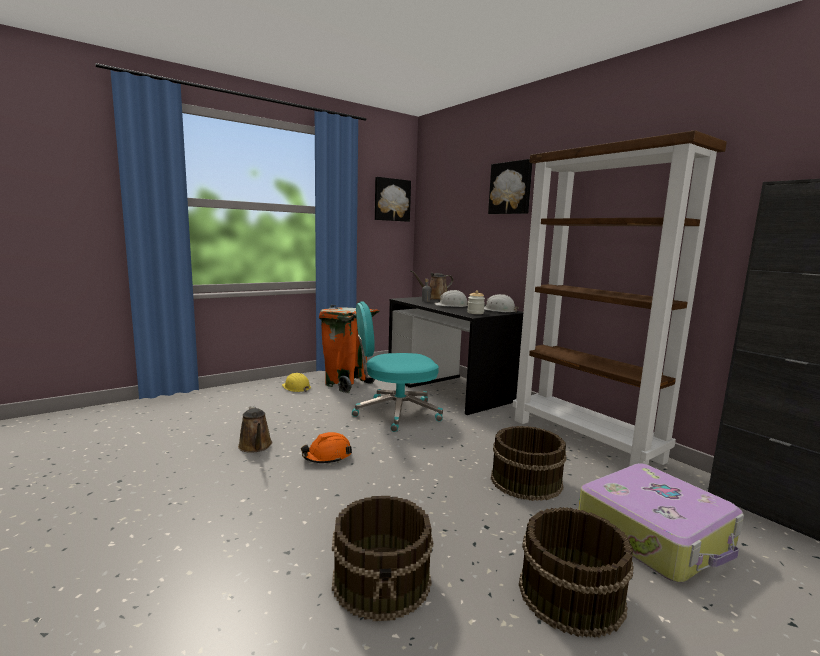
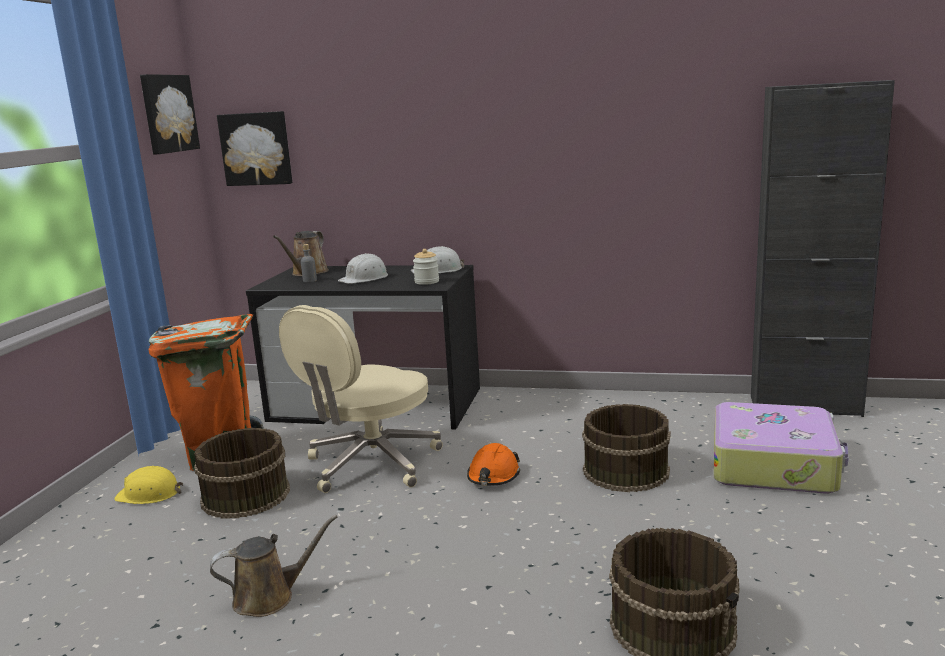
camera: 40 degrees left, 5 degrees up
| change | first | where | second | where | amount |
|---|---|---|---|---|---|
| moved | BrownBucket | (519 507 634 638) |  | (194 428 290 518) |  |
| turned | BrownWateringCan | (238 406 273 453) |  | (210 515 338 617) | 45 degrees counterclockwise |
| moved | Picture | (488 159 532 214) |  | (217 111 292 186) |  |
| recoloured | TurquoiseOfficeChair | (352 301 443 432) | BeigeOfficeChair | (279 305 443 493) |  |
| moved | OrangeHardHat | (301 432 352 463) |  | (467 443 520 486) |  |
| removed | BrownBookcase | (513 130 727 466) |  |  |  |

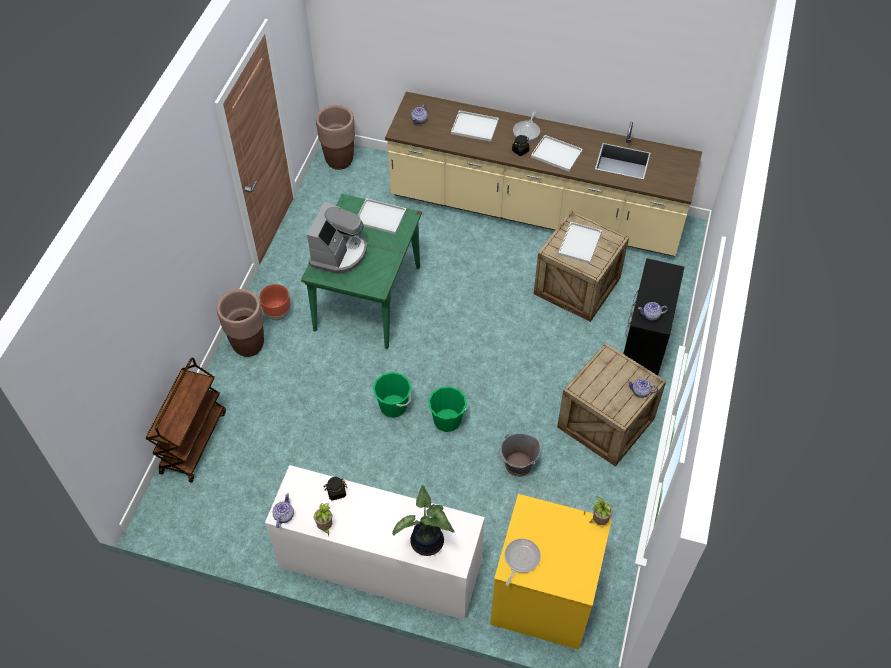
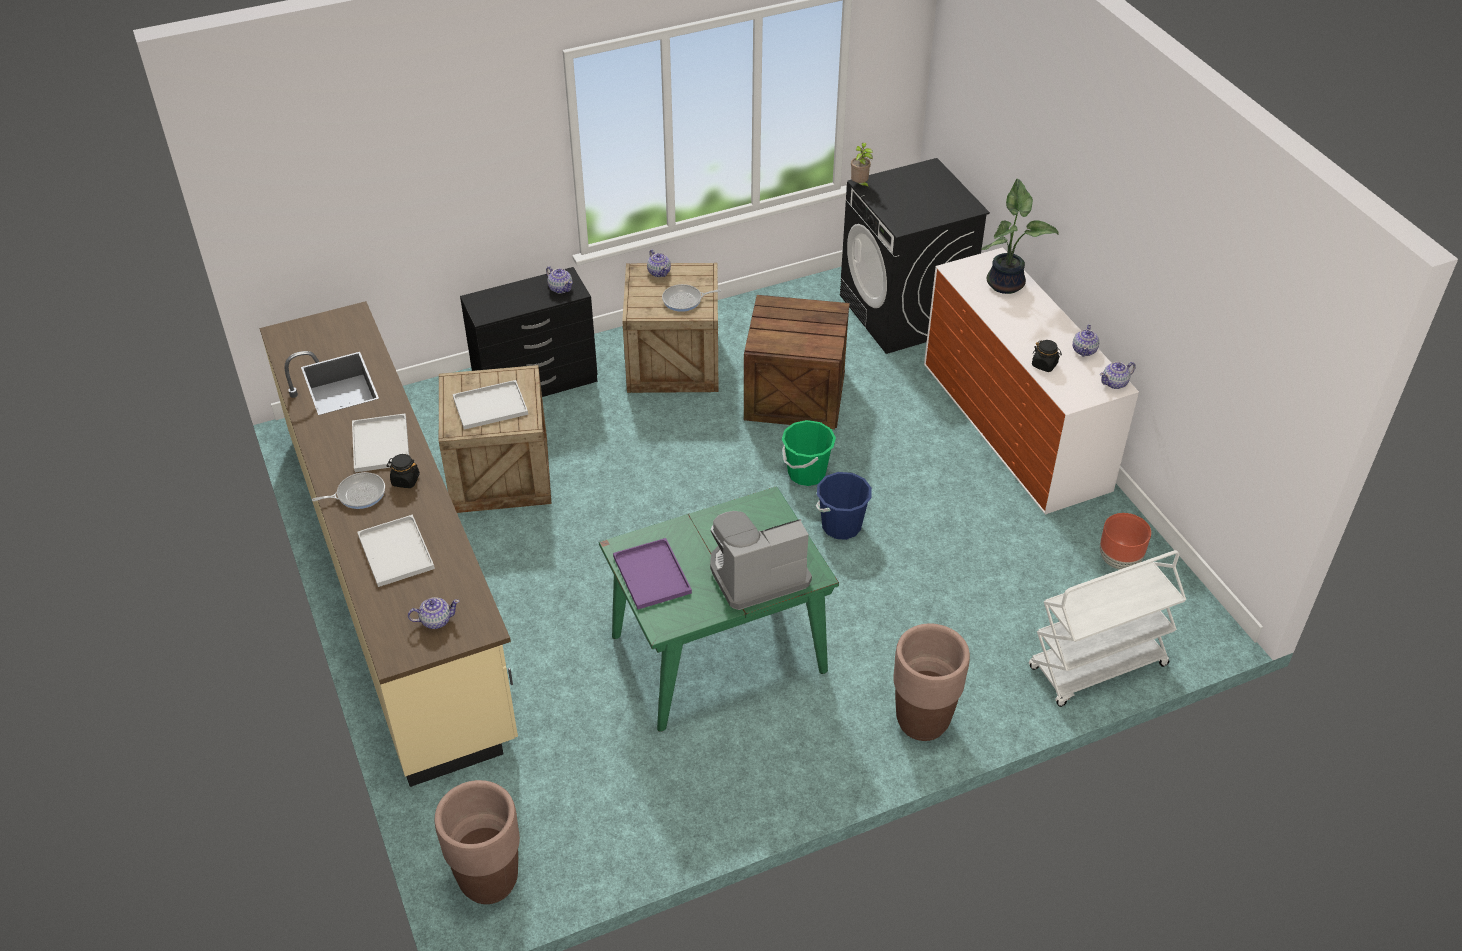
camera: 130 degrees left, 10 degrees down
| change | first | where | second | where | amount |
|---|---|---|---|---|---|
| recoloured | WhiteTray | (358 198 407 234) | PurpleTray | (613 538 692 610) |  |
| moved | FryingPan | (505 539 541 586) |  | (662 284 721 312) |  |
| replaced | GreyBucket | (500 433 540 477) | Crate | (744 295 850 429) |  |
| recoloured | GreenBucket | (373 372 412 418) | BlueBucket | (816 472 872 540) |  |
| recoloured | YellowWashingMachine | (490 494 612 650) | BlackWashingMachine | (840 158 990 354) |  |
| recoloured | BrownCart | (145 357 226 483) | WhiteCart | (1029 550 1186 707) |  |
| replaced | PottedPlant | (313 503 333 537) | Teapot | (1073 324 1099 356) |  |
| moved | BrownPlanter | (259 284 291 320) |  | (1100 513 1151 569) |  |

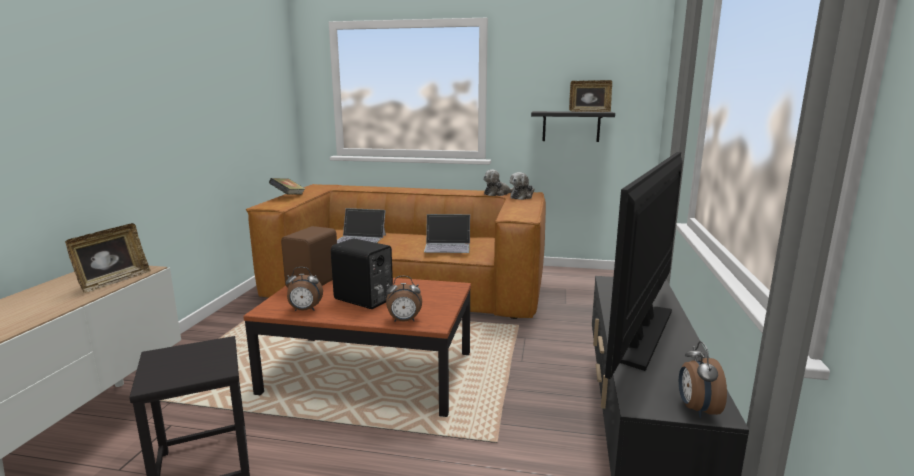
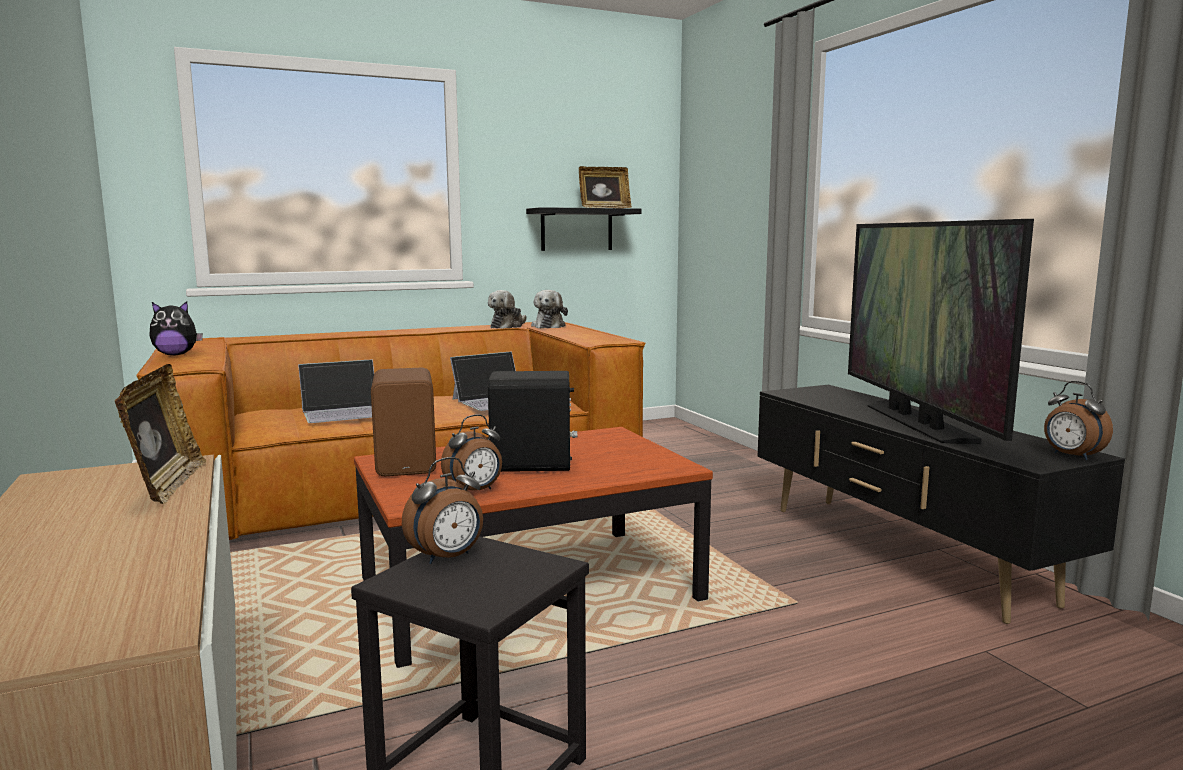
camera: 35 degrees left, 5 degrees down
| change | first | where | second | where | amount |
|---|---|---|---|---|---|
| replaced | Book | (269 178 305 195) | PlushToy | (149 301 203 356) |  |
| moved | AlarmClock | (386 276 422 322) |  | (402 457 483 564) |  |

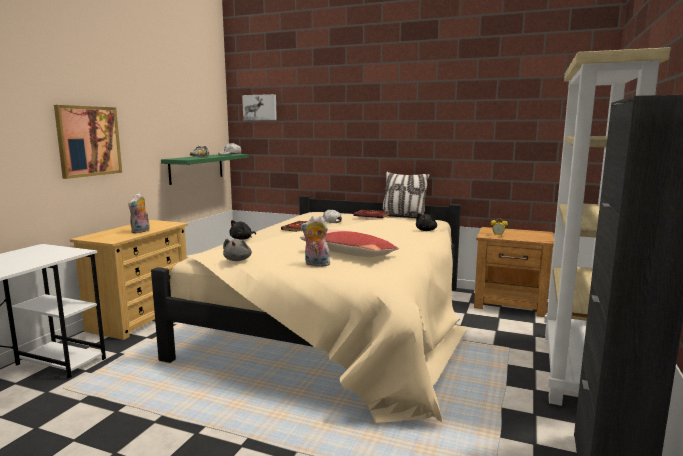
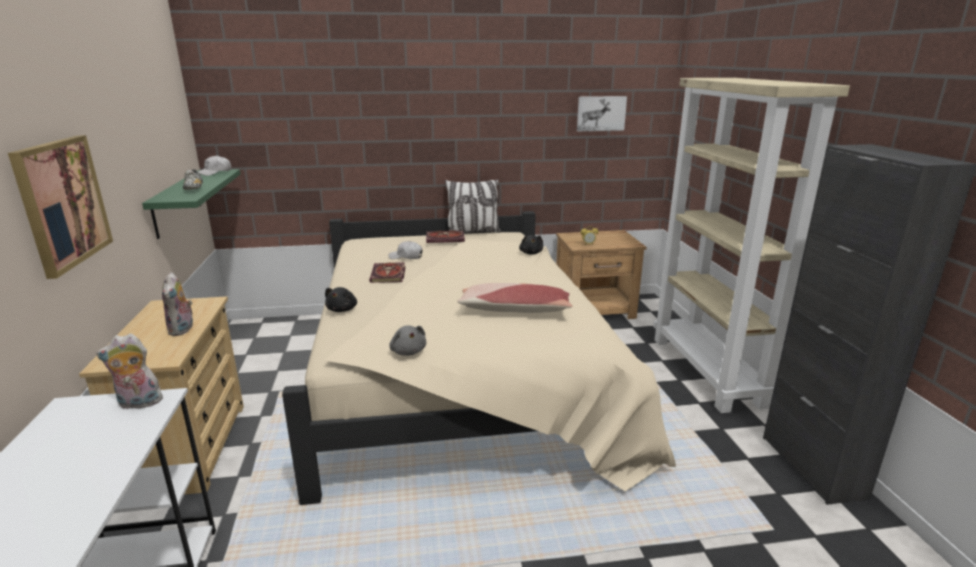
camera: 30 degrees left, 10 degrees up
| change | first | where | second | where | amount |
|---|---|---|---|---|---|
| moved | PlushToy | (301 216 330 267) |  | (96 333 165 409) |  |
| moved | Picture | (242 94 277 120) |  | (577 96 627 131) |  |

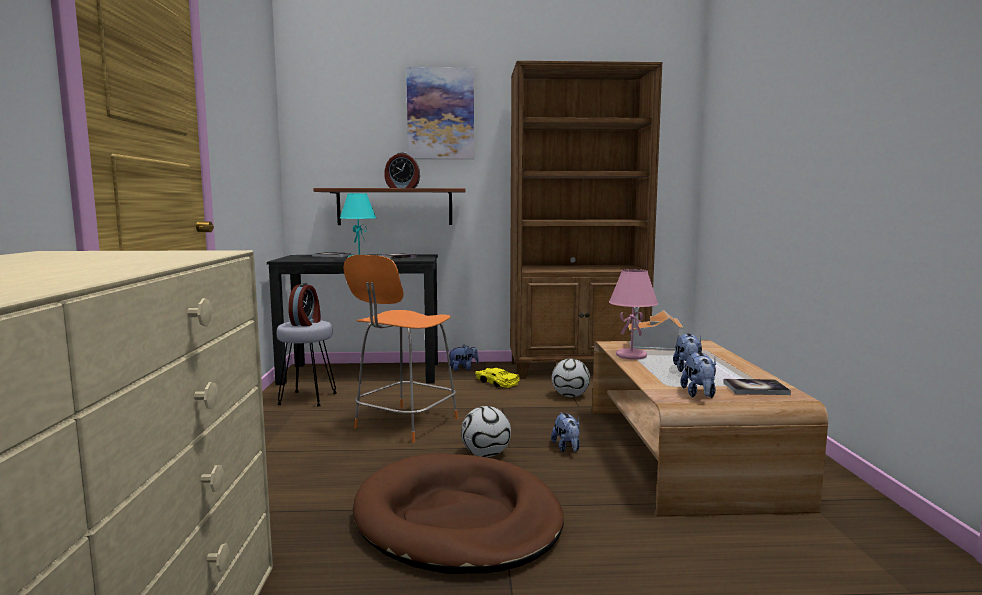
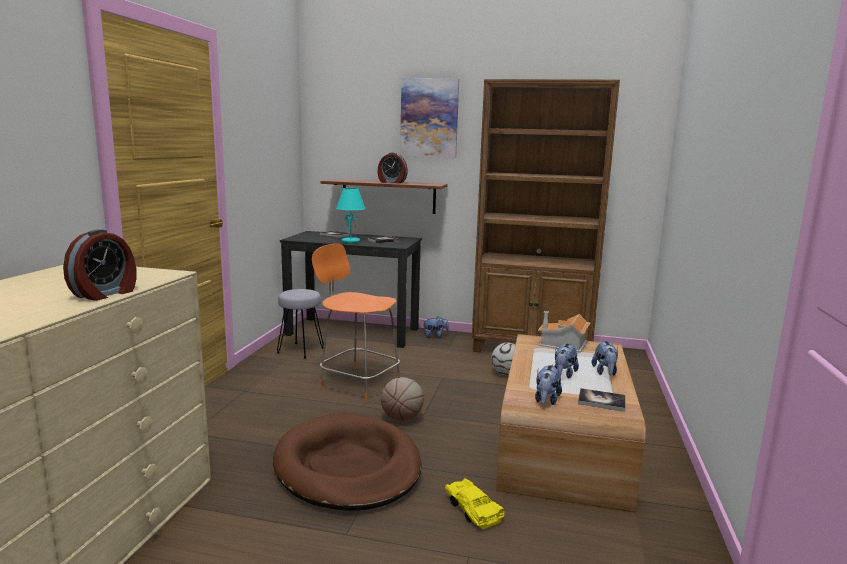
camera: 15 degrees right, 5 degrees up
| change | first | where | second | where | amount |
|---|---|---|---|---|---|
| moved | AlarmClock | (288 283 320 326) |  | (63 229 137 301) |  |
| turned | OrangeChair | (343 255 458 443) |  | (312 244 400 401) | 75 degrees clockwise |
| replaced | Football | (461 406 511 457) | Basketball | (381 377 424 421) |  |
| moved | YellowToyCar | (475 368 519 388) |  | (445 478 505 529) |  |
| moved | PlushToy | (551 412 580 452) |  | (592 341 618 376) |  |
| removed | PinkTableLamp | (609 269 658 360) |  |  |  |

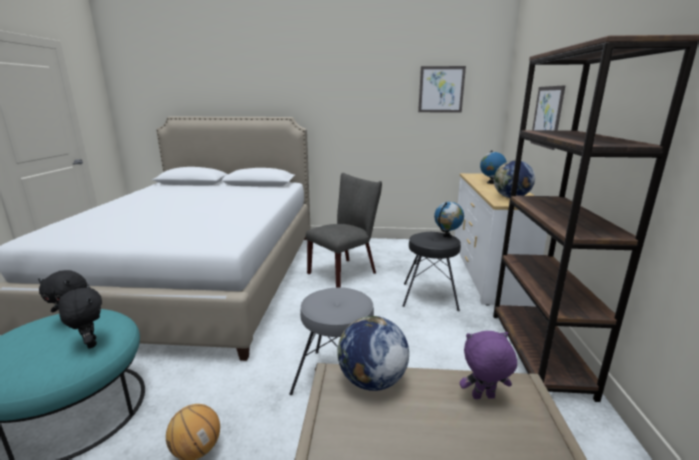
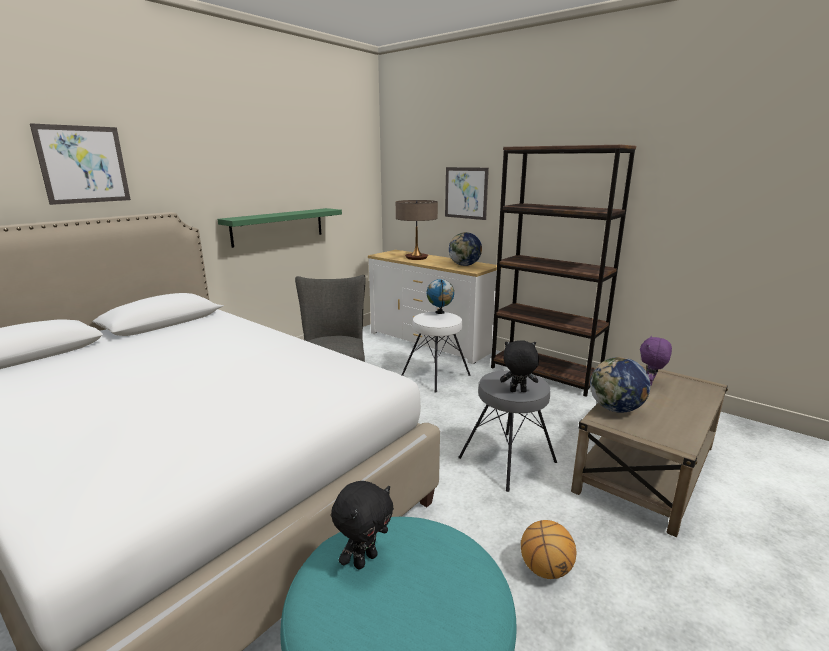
camera: 55 degrees left, 0 degrees up
| change | first | where | second | where | amount |
|---|---|---|---|---|---|
| moved | Picture | (418 66 466 112) |  | (30 123 131 205) |  |
| added |  |  | GreenShelf | (217 208 342 248) |  |
| replaced | Globe | (480 150 507 184) | TableLamp | (396 200 438 260) |  |
| recoloured | BlackStool | (403 232 461 311) | WhiteStool | (402 312 471 393) |  |
| moved | BlackPlushToy | (58 285 102 348) |  | (500 340 539 392) |  |

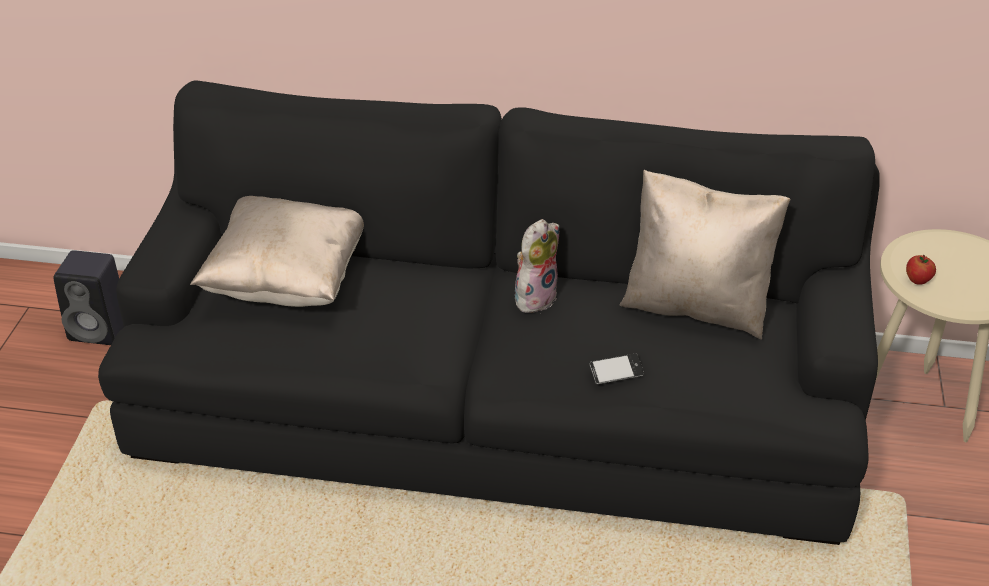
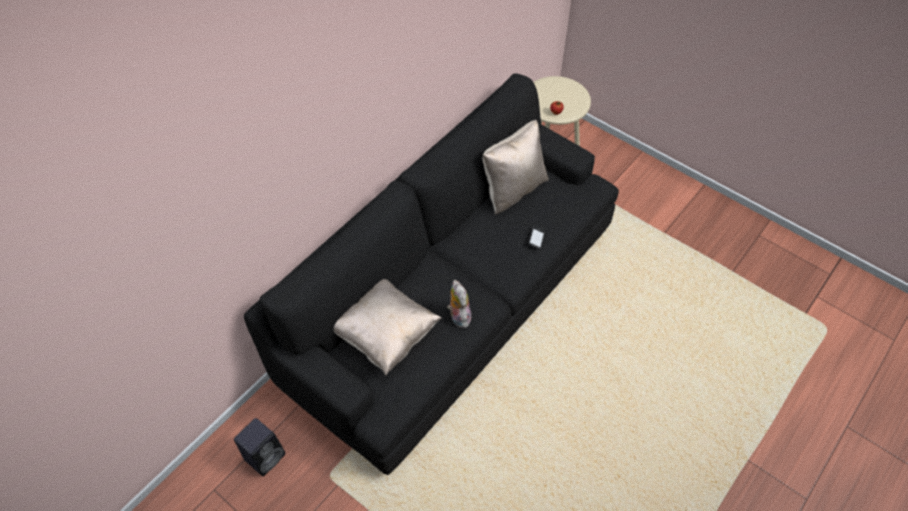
camera: 60 degrees left, 15 degrees up
| change | first | where | second | where | amount |
|---|---|---|---|---|---|
| moved | PlushToy | (515 219 559 313) |  | (447 280 471 328) |  |

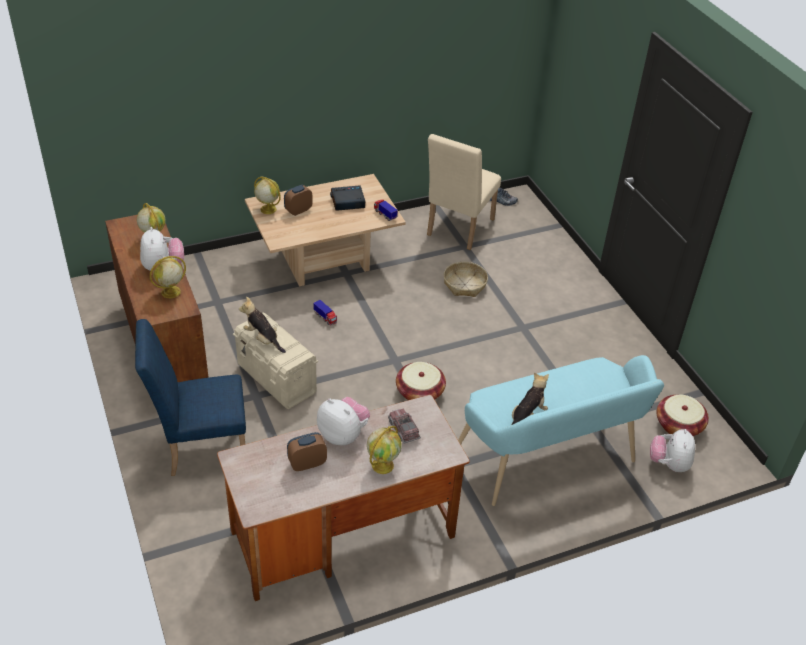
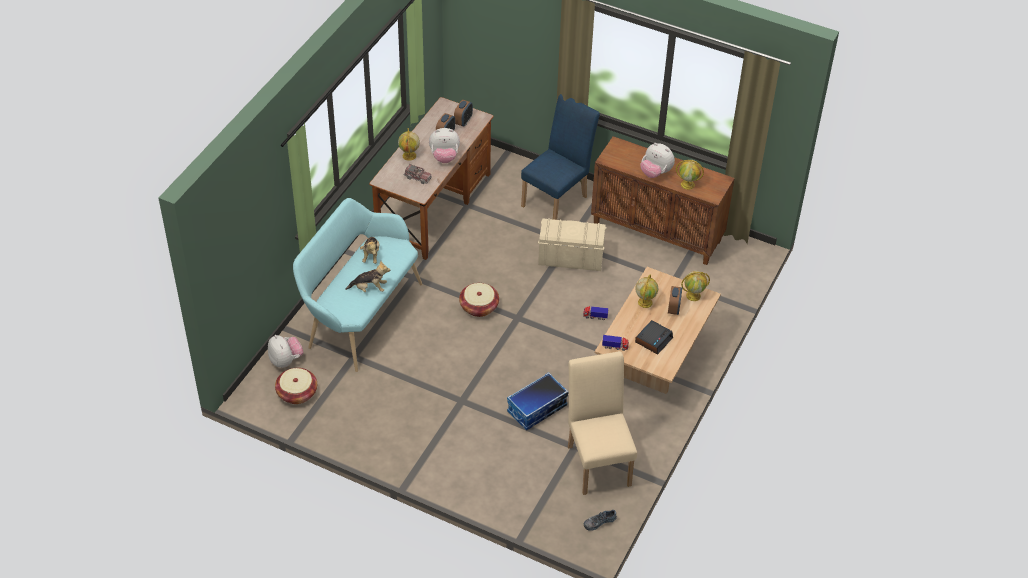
camera: 140 degrees right, 5 degrees up
| change | first | where | second | where | amount |
|---|---|---|---|---|---|
| moved | PlushToy | (239 297 286 353) |  | (345 261 390 292) |  |
| added |  |  | AlarmClock | (454 100 473 127) |  |
| replaced | Basket | (444 262 488 297) | StorageBox | (507 372 569 431) |  |
| moved | Globe | (150 256 186 298) |  | (635 275 658 308) |  |

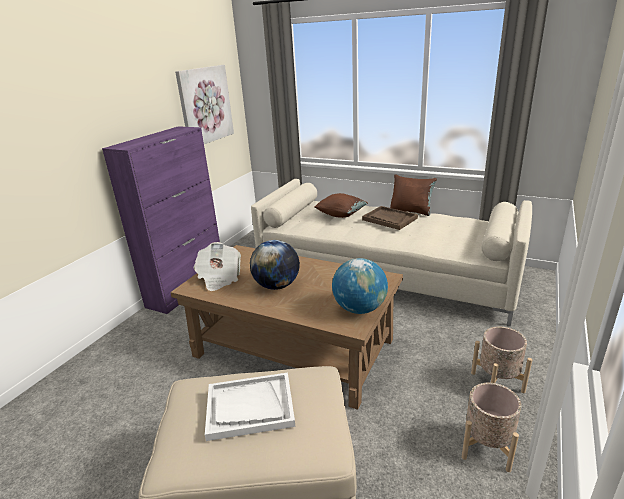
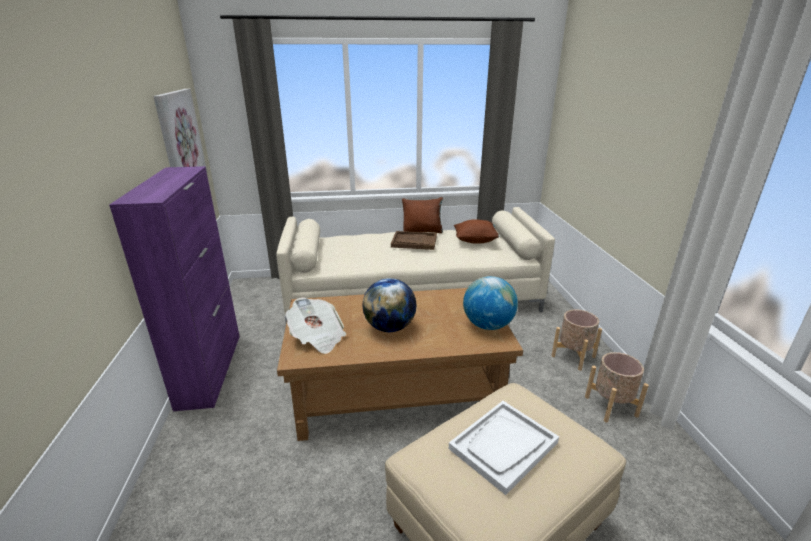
camera: 35 degrees left, 0 degrees up
| change | first | where | second | where | amount |
|---|---|---|---|---|---|
| moved | BrownPillow | (314 193 368 218) |  | (454 219 500 244) |  |

